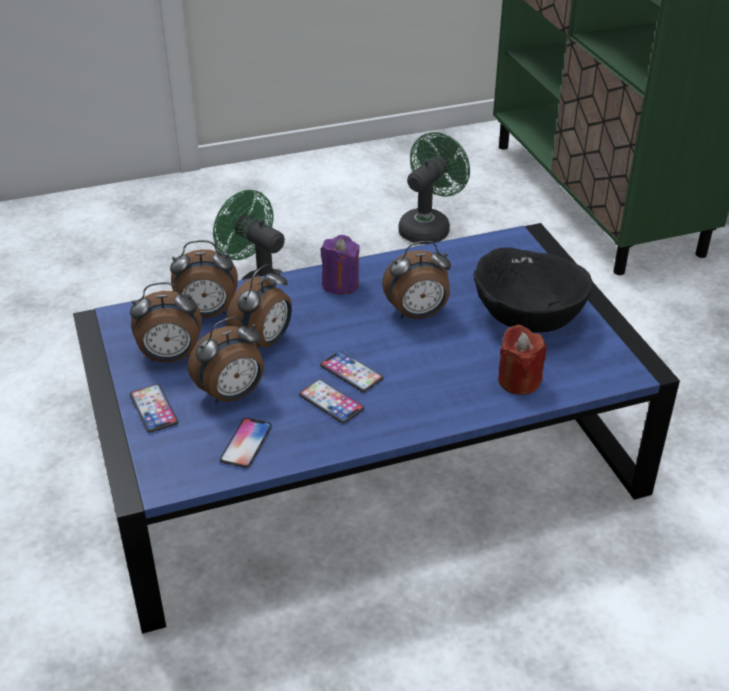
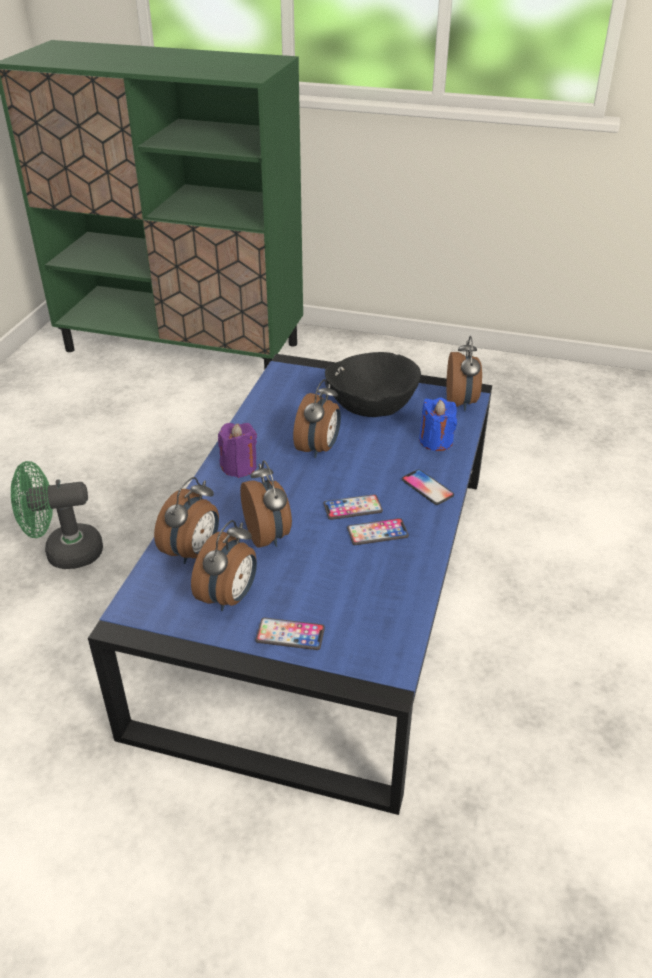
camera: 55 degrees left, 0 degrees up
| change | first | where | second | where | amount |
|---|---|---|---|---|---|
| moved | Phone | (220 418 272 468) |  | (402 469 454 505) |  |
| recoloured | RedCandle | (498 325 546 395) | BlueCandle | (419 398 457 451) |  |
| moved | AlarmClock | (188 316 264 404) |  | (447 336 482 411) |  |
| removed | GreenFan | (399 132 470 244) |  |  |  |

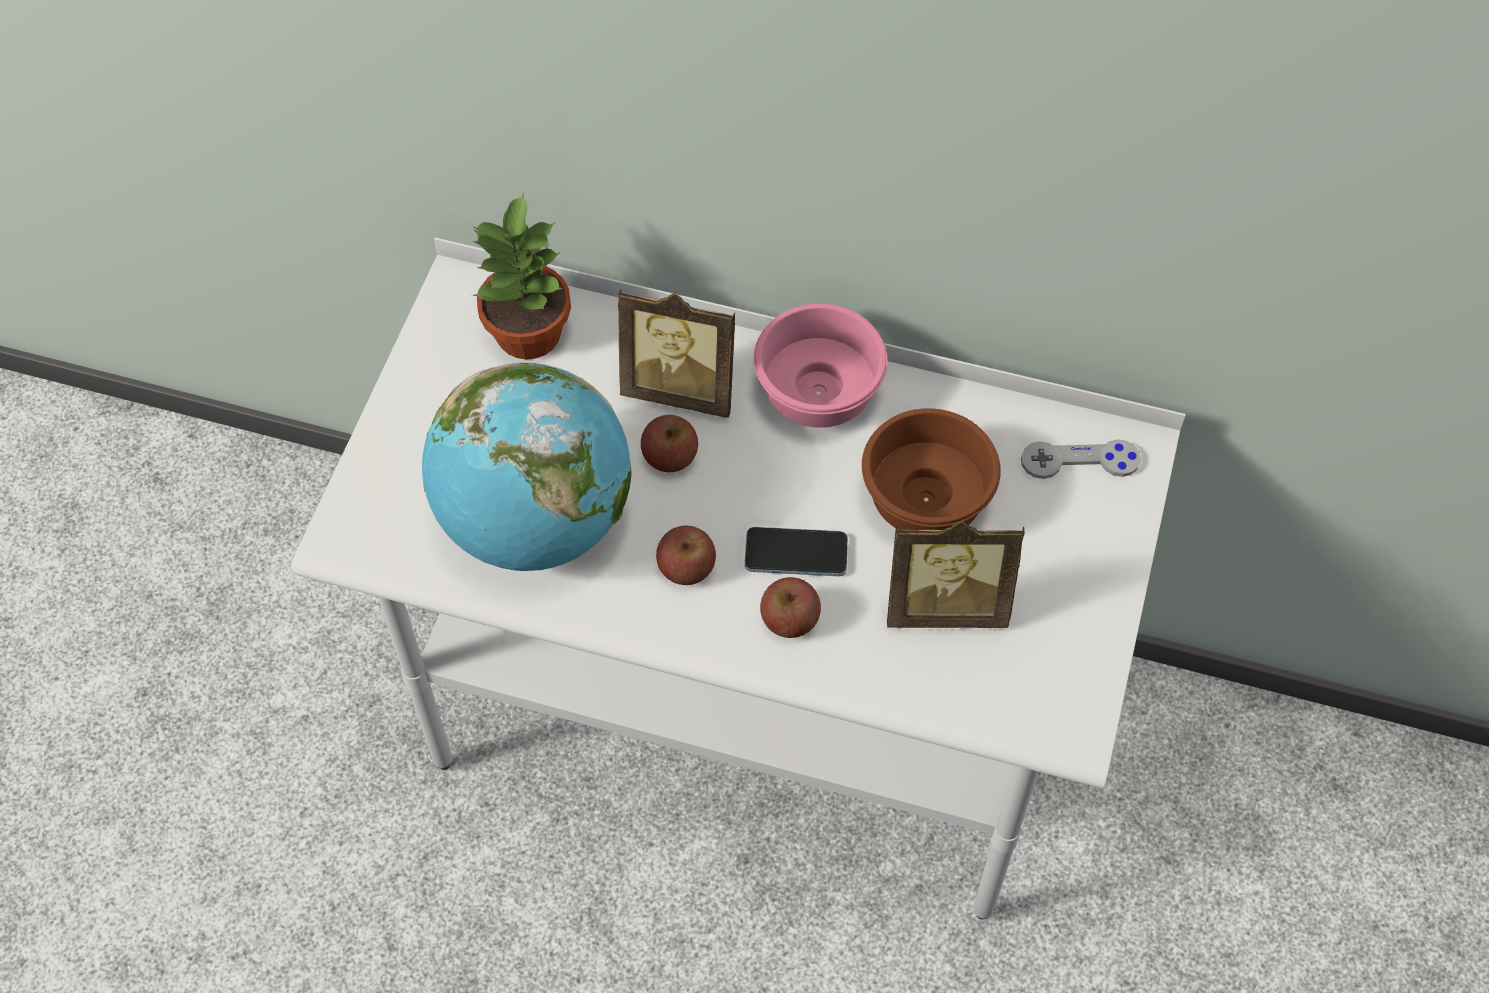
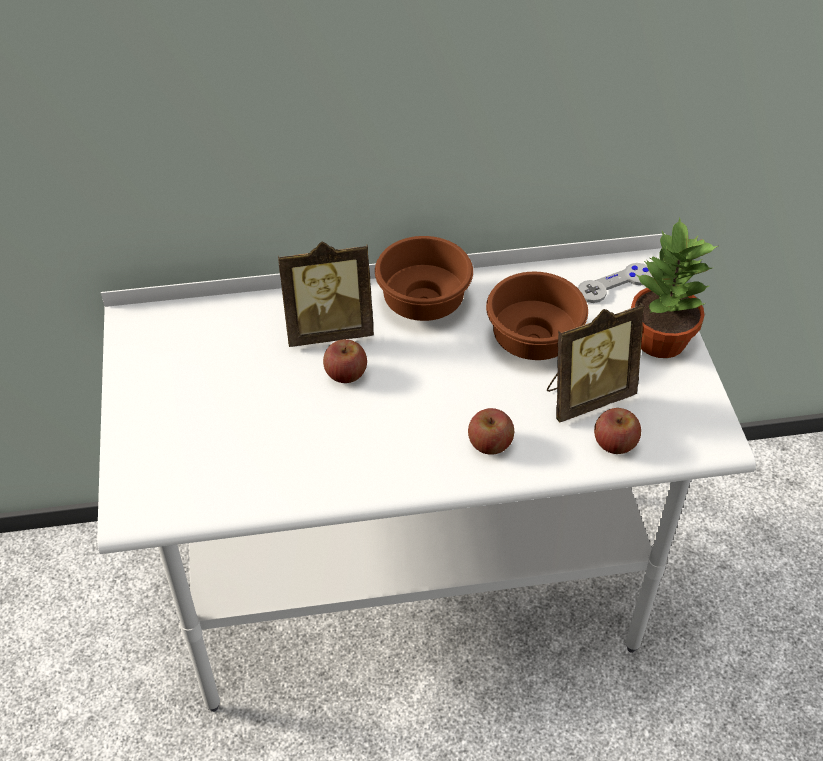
camera: 25 degrees left, 10 degrees down
| change | first | where | second | where | amount |
|---|---|---|---|---|---|
| recoloured | PinkBowl | (754 304 888 428) | BrownBowl | (375 236 473 321) |  |
| moved | Apple | (656 526 716 585) |  | (594 408 641 454) |  |
| moved | PottedPlant | (472 192 571 359) |  | (631 218 718 358) |  |
| removed | Globe | (422 363 632 571) |  |  |  |
| removed | Phone | (744 527 848 576) |  |  |  |

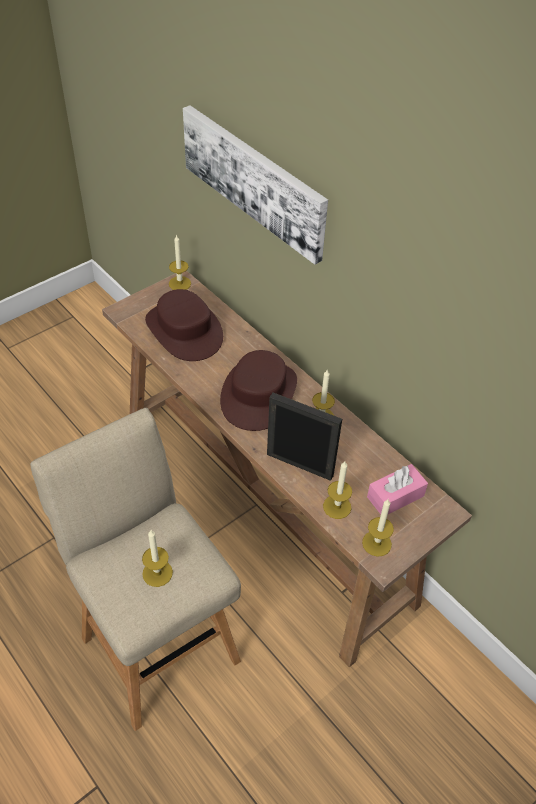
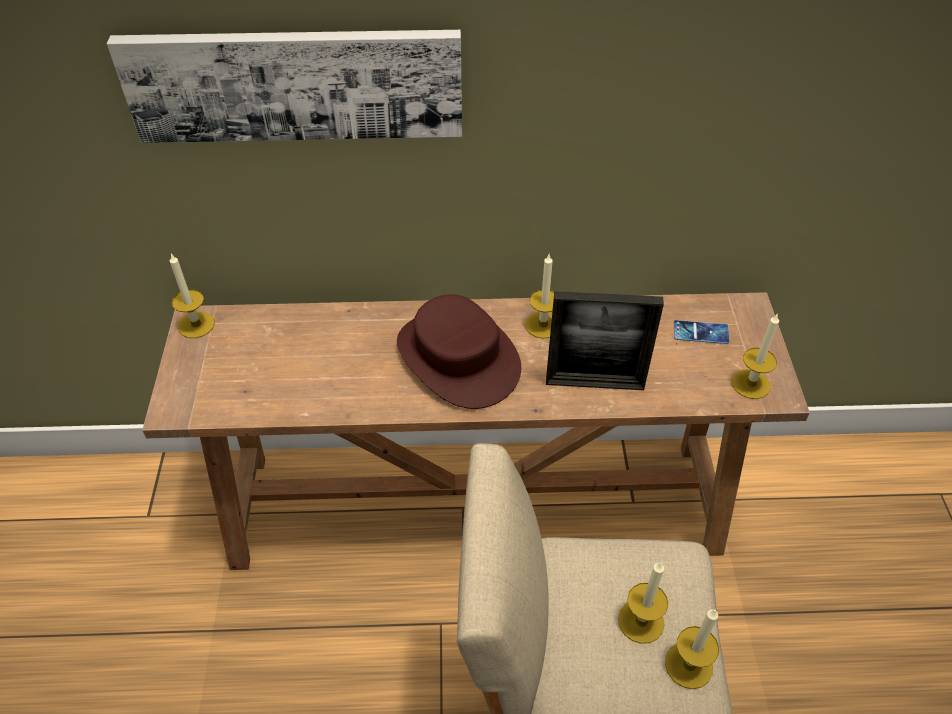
camera: 50 degrees left, 0 degrees up
| change | first | where | second | where | amount |
|---|---|---|---|---|---|
| turned | PictureFrame | (267 392 342 481) |  | (546 291 664 390) | 150 degrees counterclockwise |
| moved | Candle | (323 461 352 519) |  | (665 609 719 689) |  |
| replaced | PinkTissueBox | (367 464 428 514) | Phone | (674 320 730 344) |  |
| removed | BrownHat | (145 289 223 361) |  |  |  |

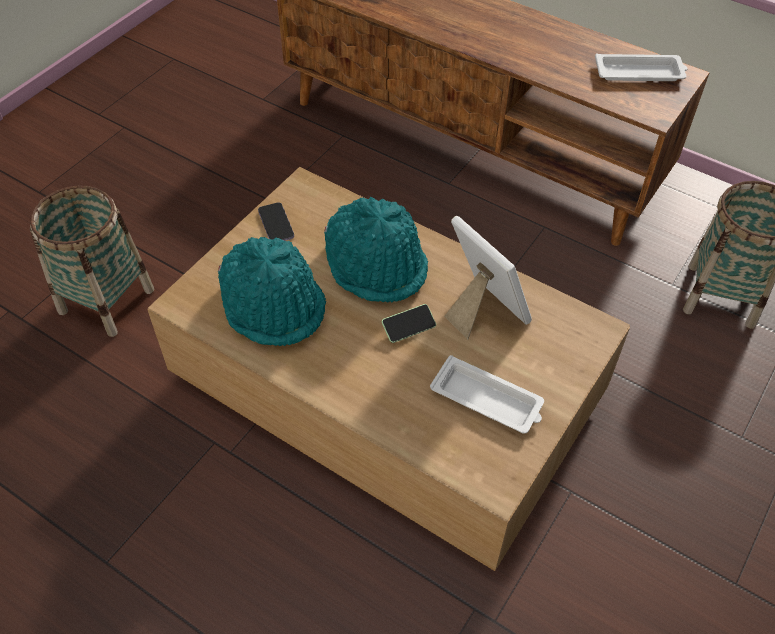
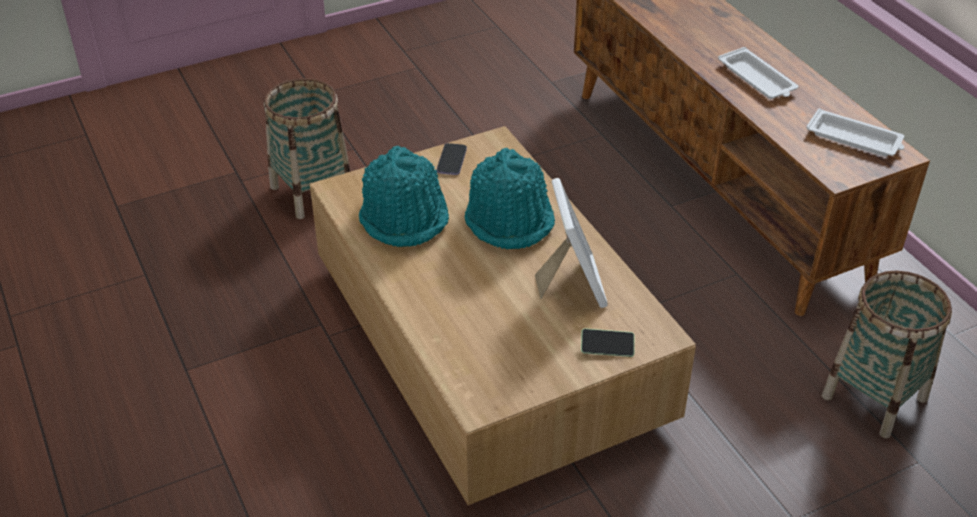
camera: 30 degrees right, 10 degrees down
| change | first | where | second | where | amount |
|---|---|---|---|---|---|
| moved | Phone | (382 304 436 343) |  | (581 328 634 357) |  |
| moved | WhiteTray | (430 355 544 434) |  | (718 47 798 99) |  |

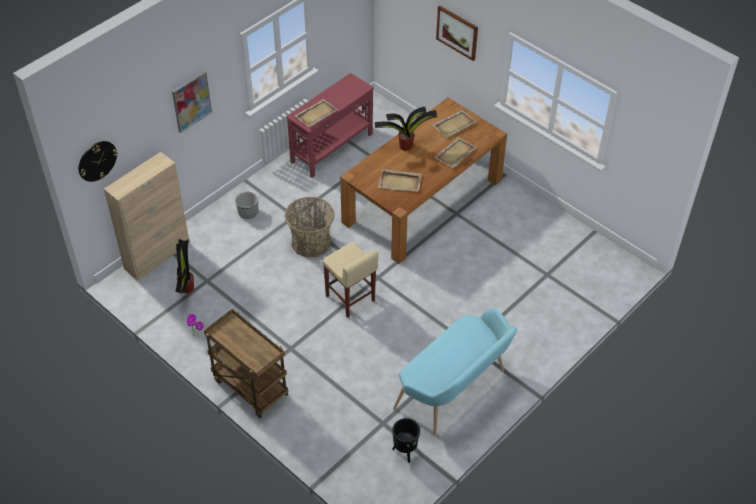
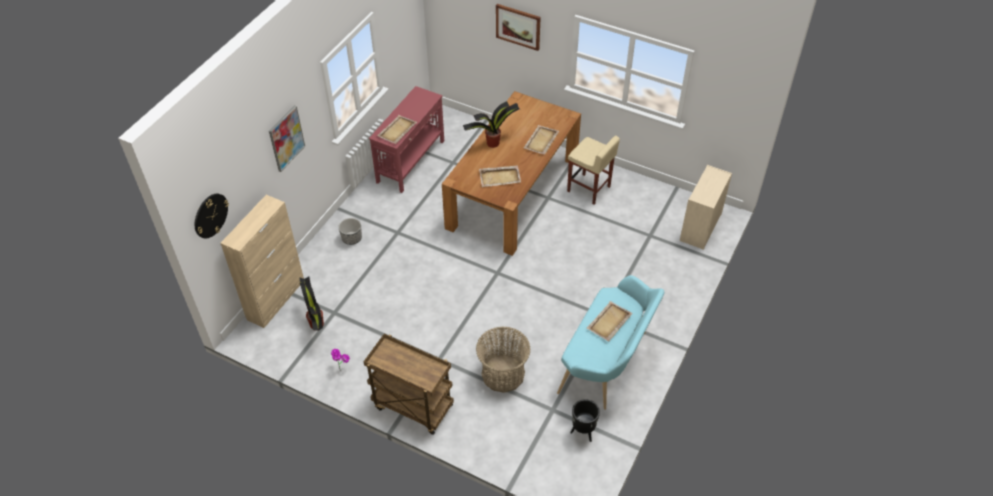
camera: 15 degrees left, 0 degrees up
| change | first | where | second | where | amount |
|---|---|---|---|---|---|
| moved | Basket | (285 197 334 257) |  | (476 327 531 393) |  |
| moved | BeigeStool | (322 242 379 318) |  | (567 136 620 205) |  |
| moved | BeigeTray | (432 110 476 138) |  | (587 301 633 342) |  |
| added |  |  | BeigeDresser | (680 165 732 250) |  |

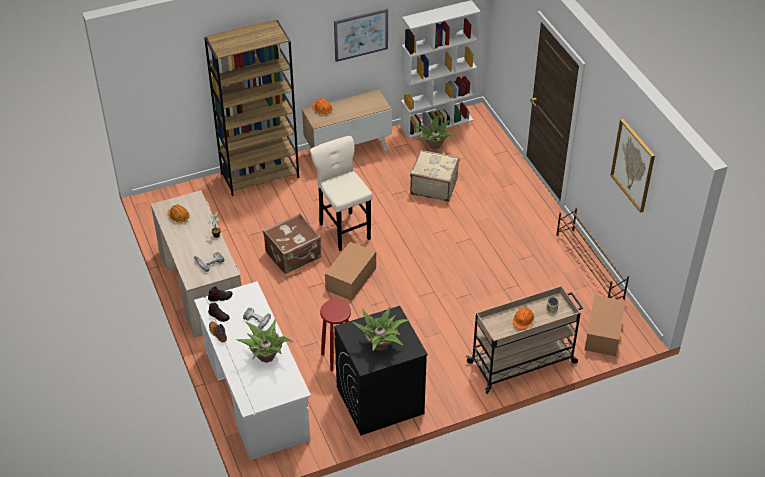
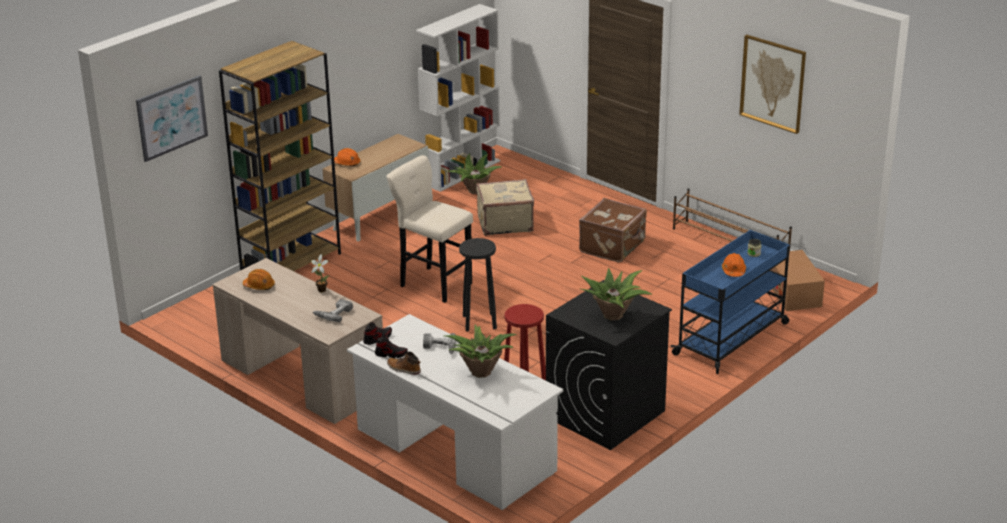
camera: 25 degrees left, 15 degrees down
| change | first | where | second | where | amount |
|---|---|---|---|---|---|
| moved | Picture | (334 9 388 62) |  | (136 75 208 162) |  |
| replaced | CardboardBox | (325 242 376 301) | BlackStool | (459 238 497 332) |  |
| moved | BrownSuitcase | (263 213 322 274) |  | (579 198 647 262) |  |
| recoloured | BeigeCart | (466 286 583 394) | BlueCart | (671 230 790 374) |  |

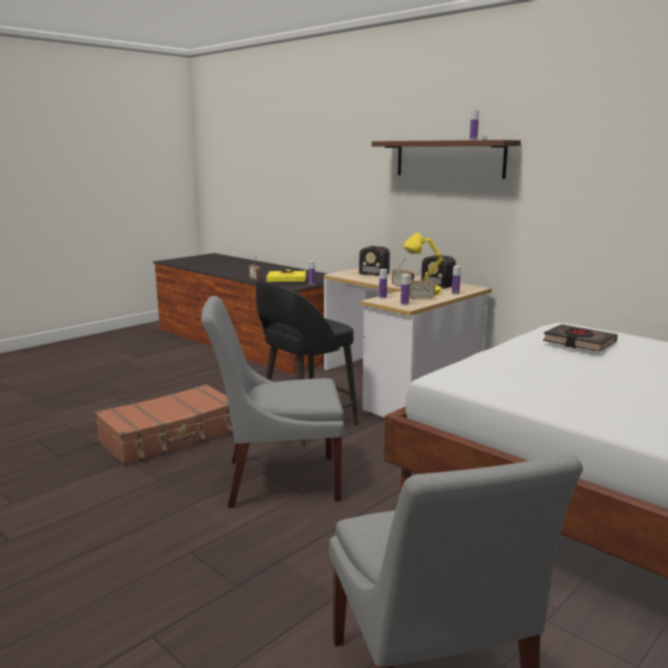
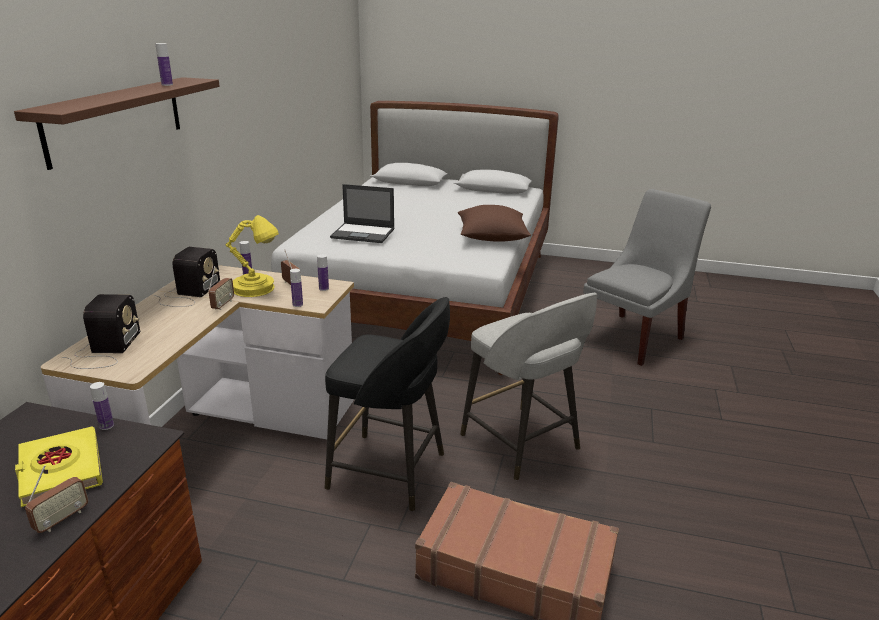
camera: 120 degrees left, 10 degrees up
| change | first | where | second | where | amount |
|---|---|---|---|---|---|
| replaced | BlackBook | (543 324 618 352) | Laptop | (330 184 394 243) |  |
| added |  |  | BrownPillow | (458 205 531 242) |  |
| replaced | GreyChair | (201 296 344 508) | GreyStool | (460 293 598 480) |  |

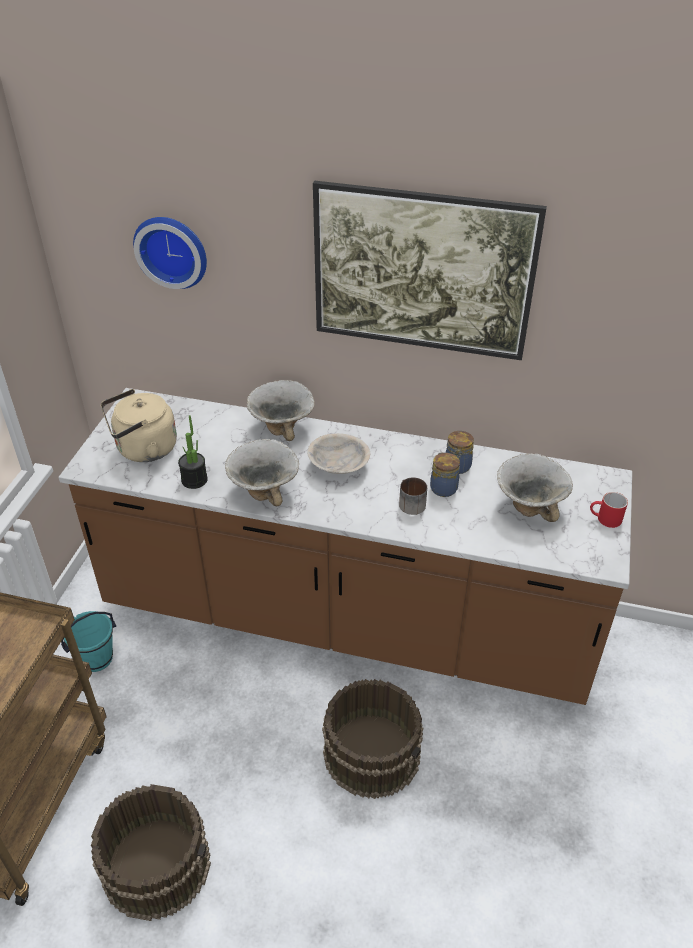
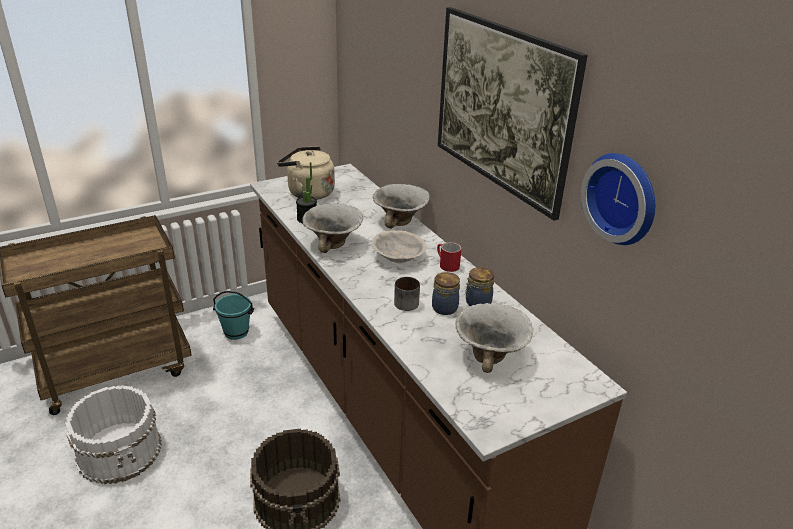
camera: 45 degrees right, 10 degrees down
| change | first | where | second | where | amount |
|---|---|---|---|---|---|
| recoloured | BrownBucket | (91 784 211 921) | WhiteBucket | (65 385 162 484) |  |
| moved | RedMug | (590 492 628 528) |  | (437 242 462 272) |  |
| moved | WallClock | (133 217 207 289) |  | (581 153 655 245) |  |

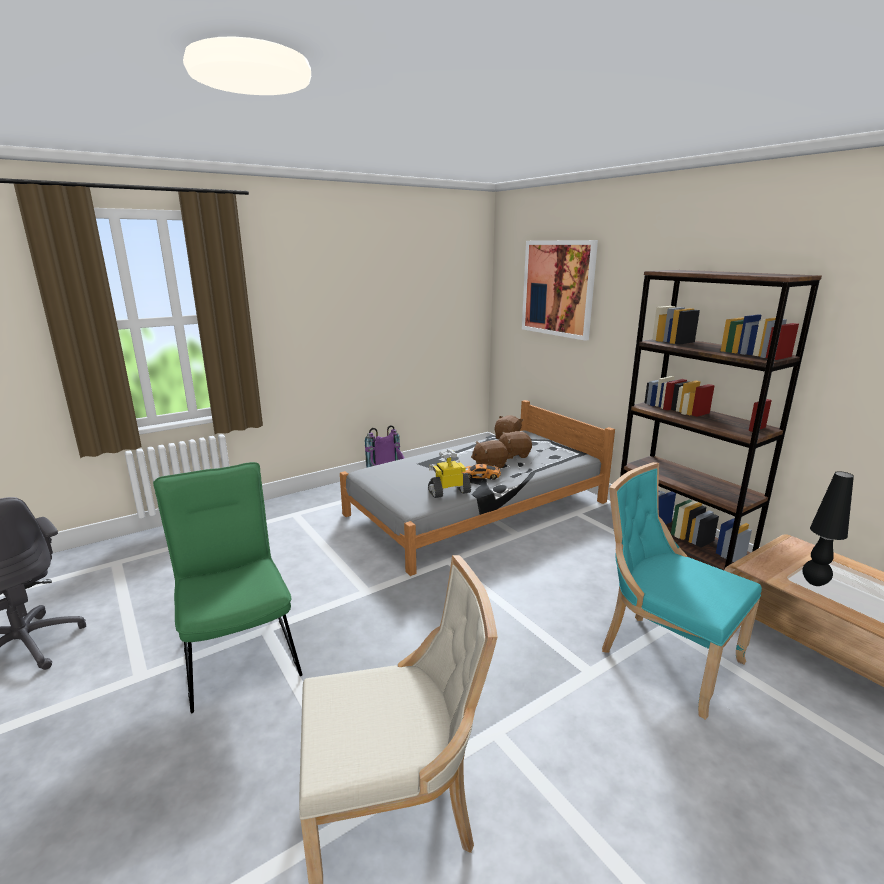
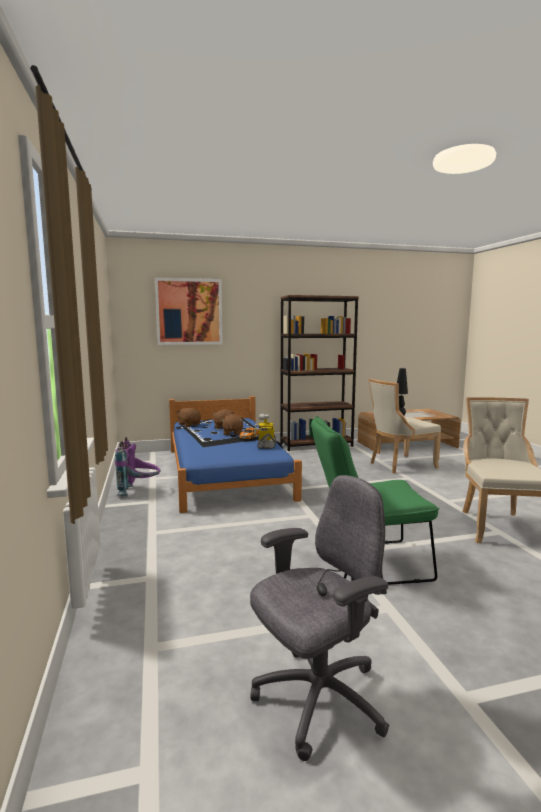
camera: 70 degrees left, 10 degrees down
| change | first | where | second | where | amount |
|---|---|---|---|---|---|
| recoloured | GreyBed | (340 400 615 576) | BlueBed | (169 396 302 513) |  |
| recoloured | TurquoiseChair | (602 462 762 720) | BeigeChair | (368 379 441 473) |  |

